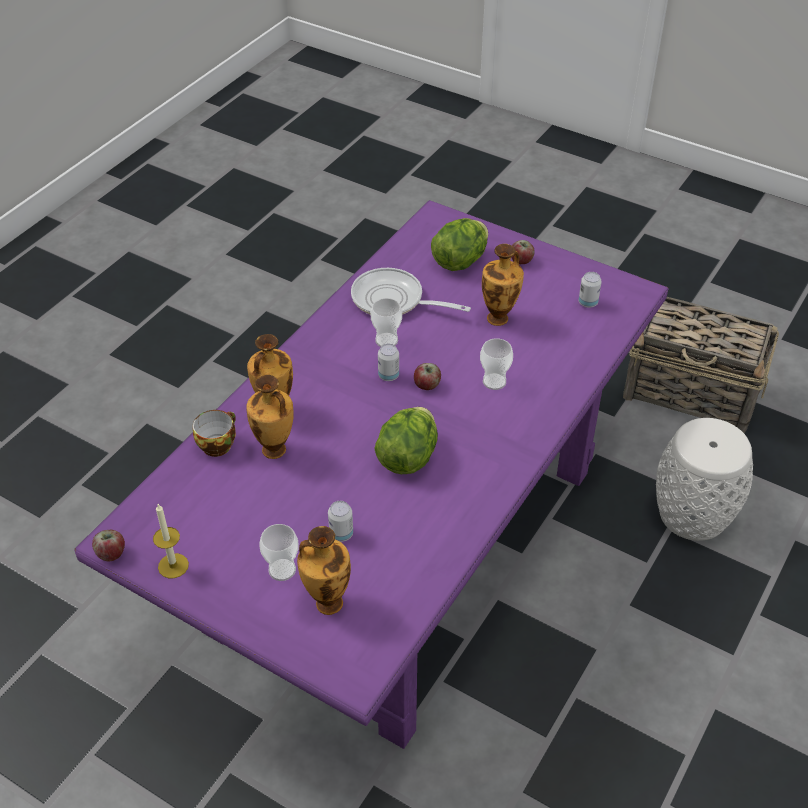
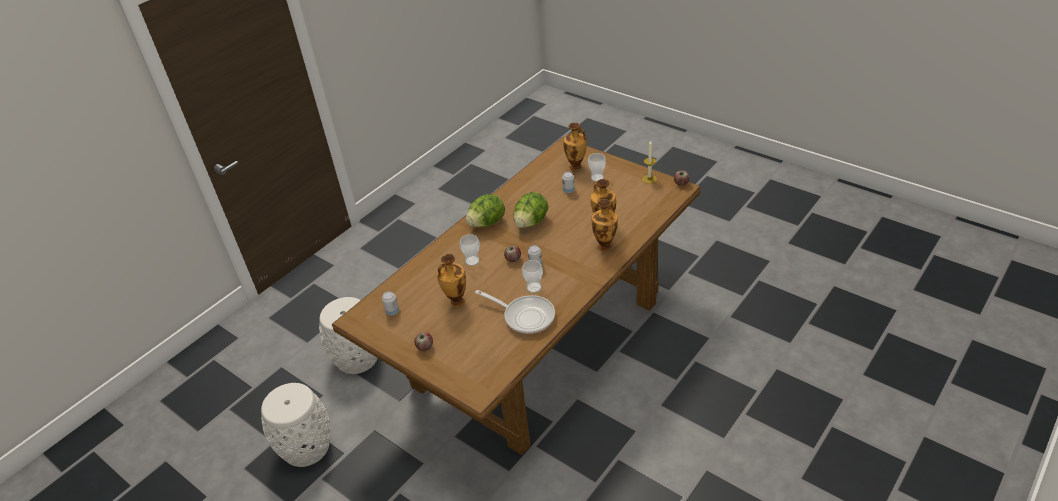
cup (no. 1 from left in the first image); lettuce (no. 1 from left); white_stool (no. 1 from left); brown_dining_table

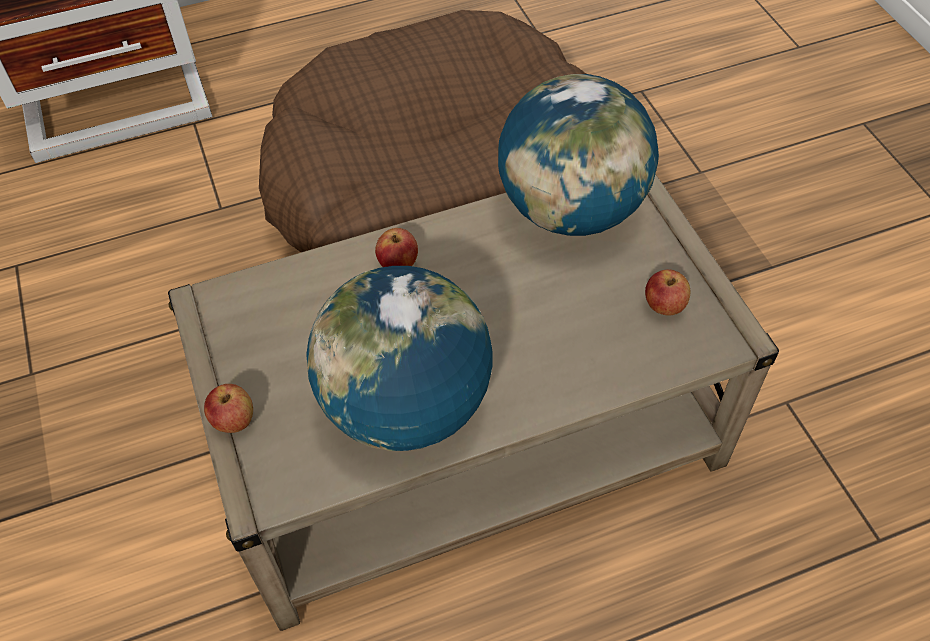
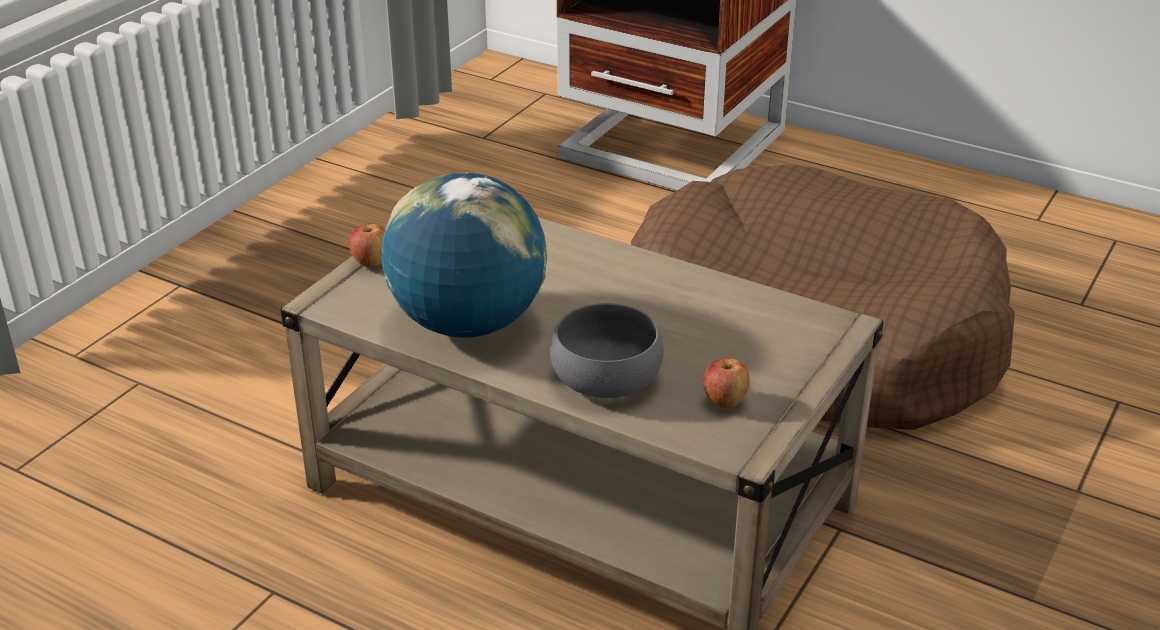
apple (no. 2 from left in the first image); globe (no. 2 from left in the first image); grey_bowl

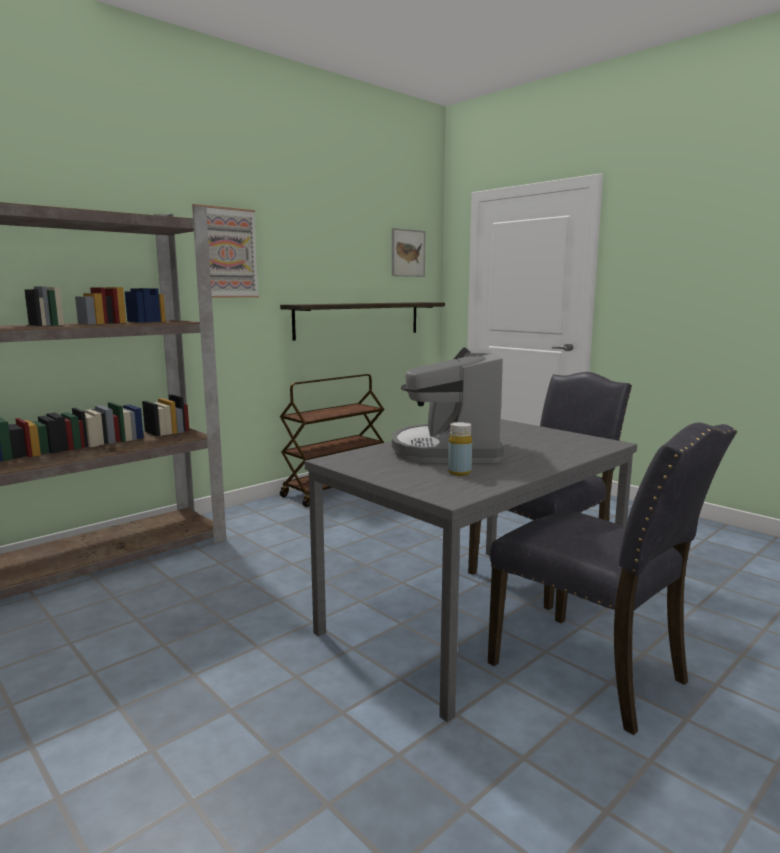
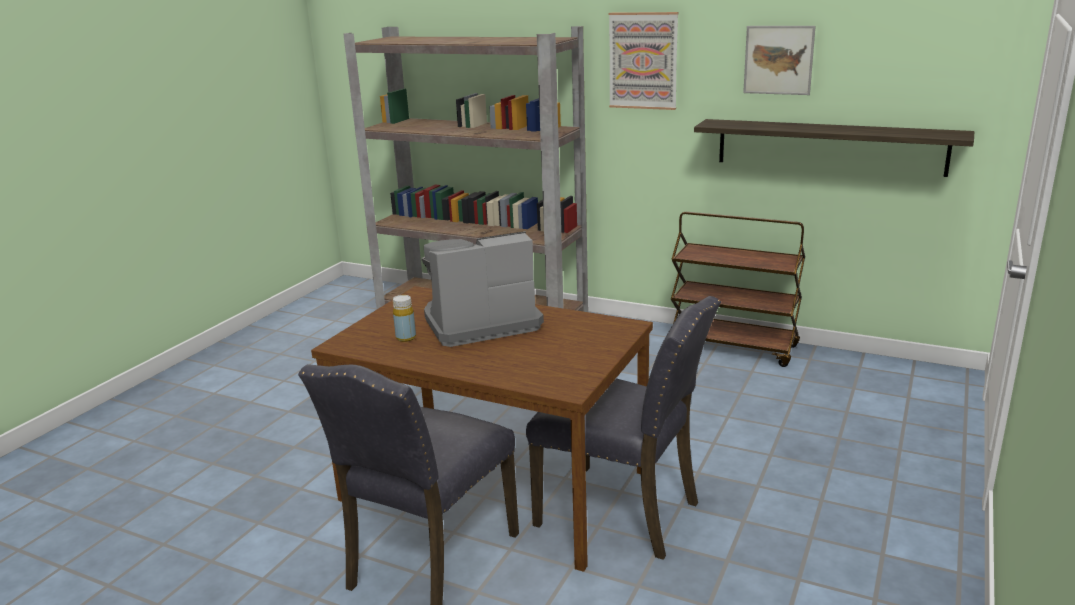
picture (no. 2 from left); brown_dining_table

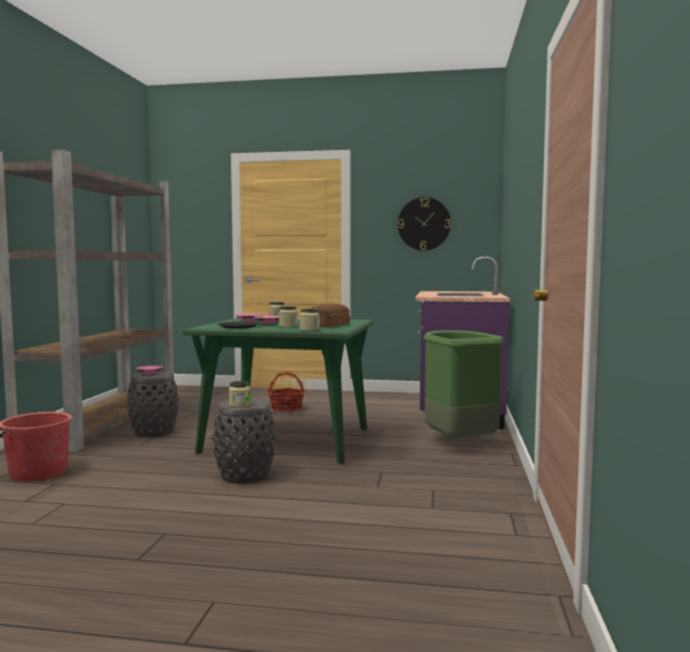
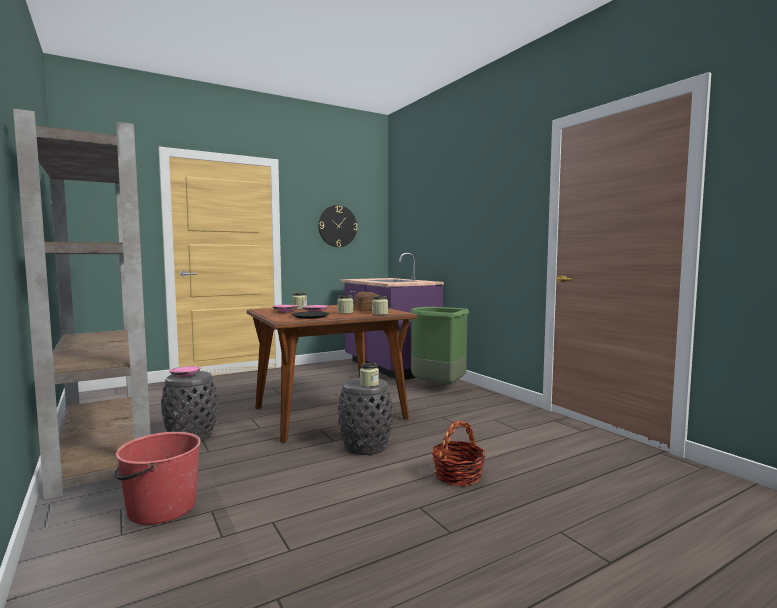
basket; brown_dining_table

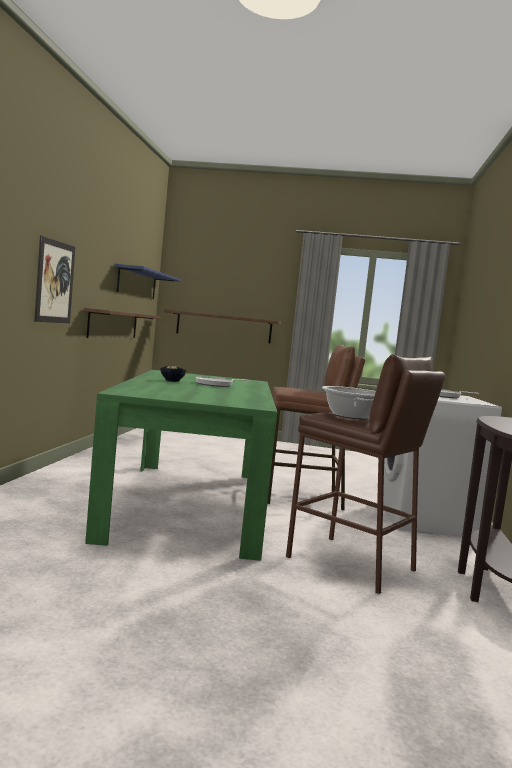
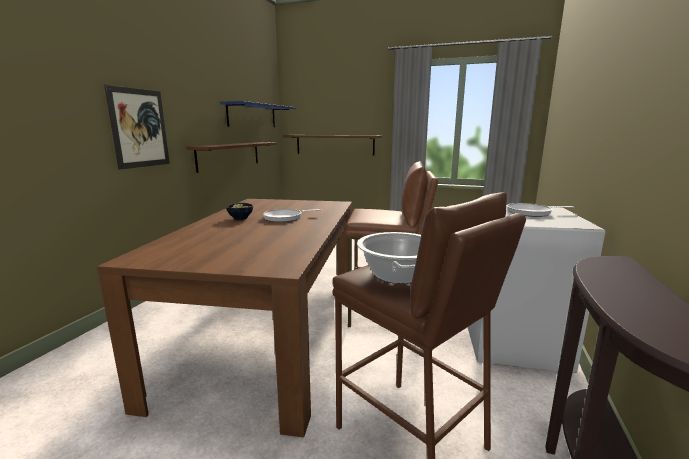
brown_dining_table

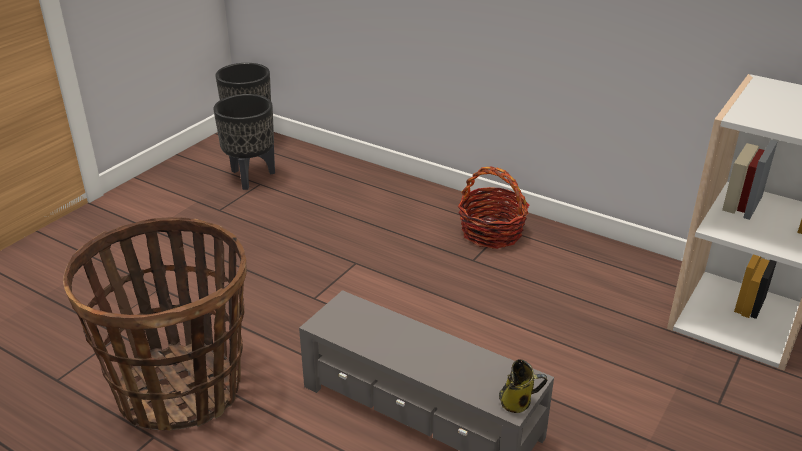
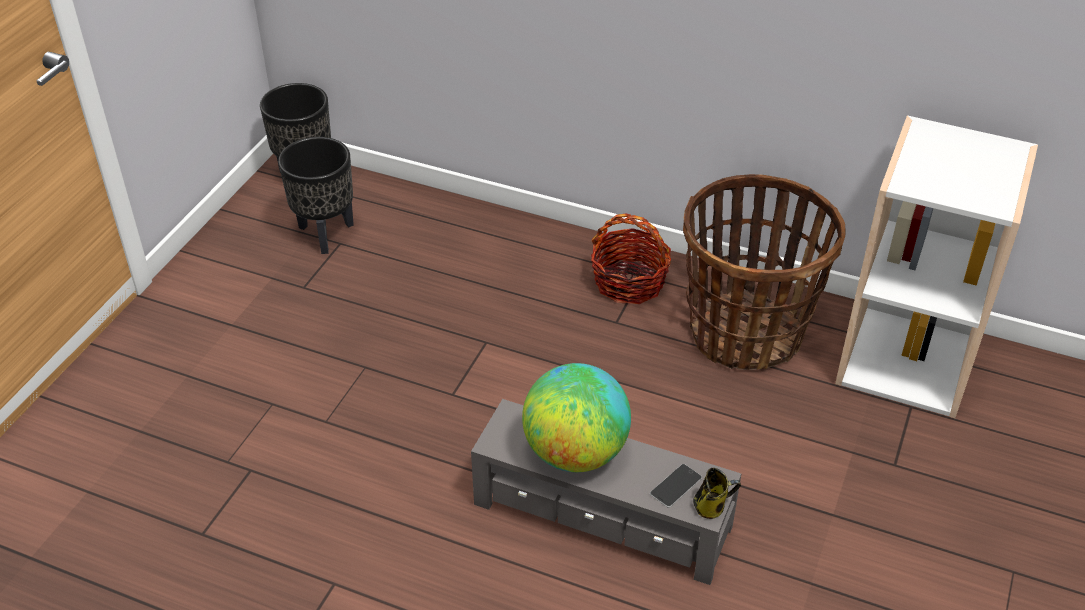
globe; phone; basket (no. 2 from left)

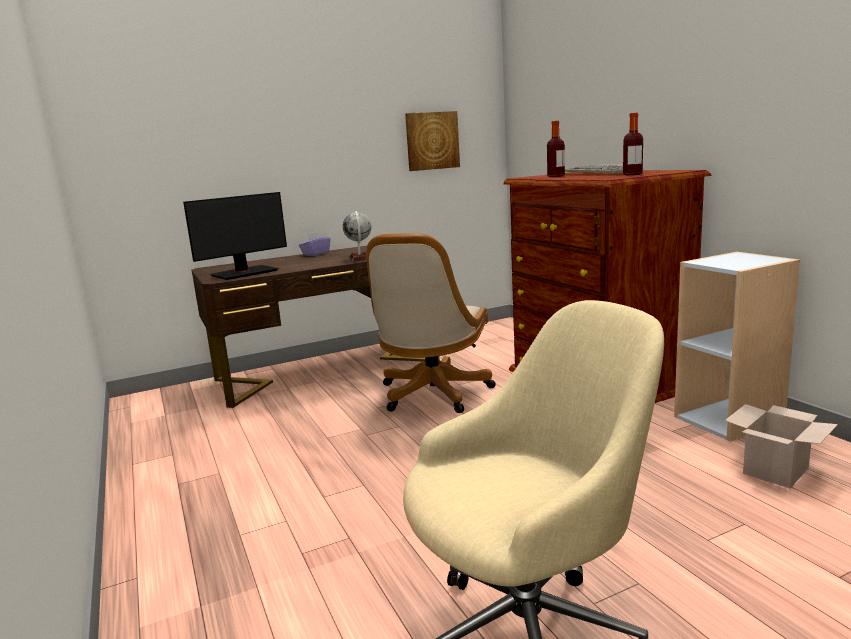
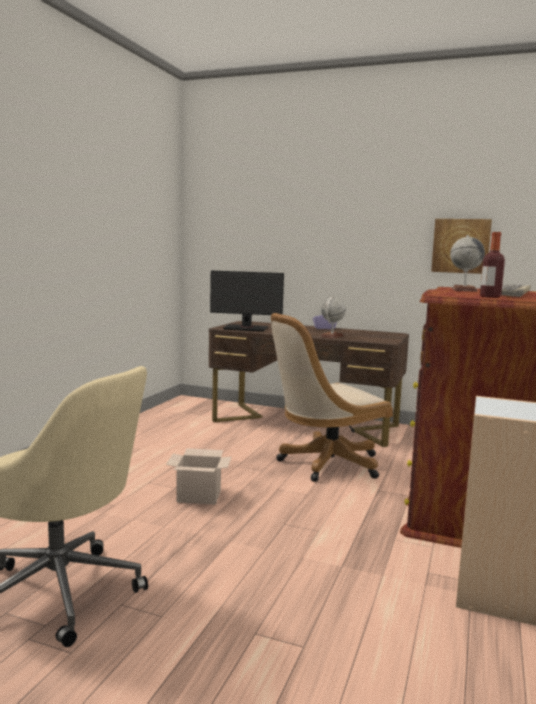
cardboard_box; globe (no. 2 from left)

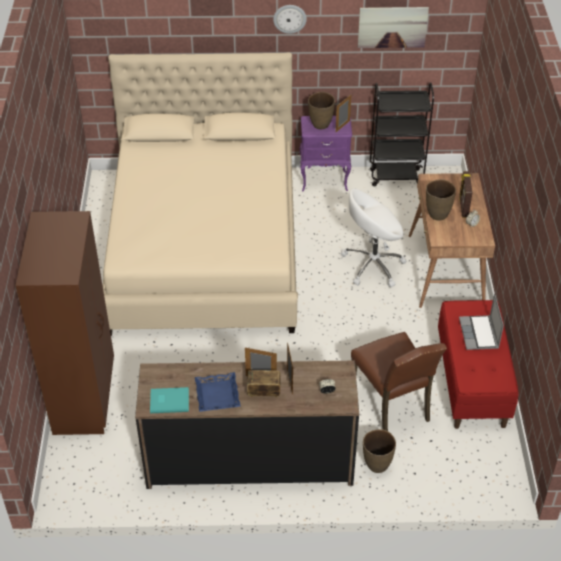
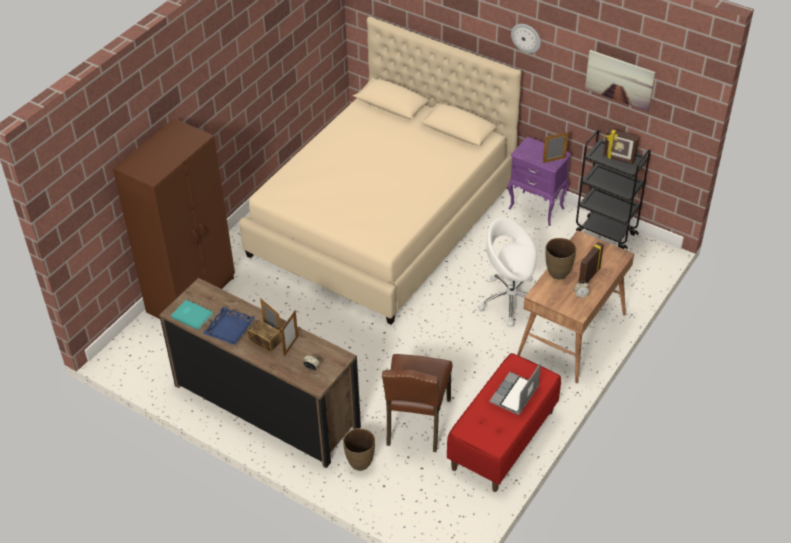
brown_vase (no. 1 from left in the first image); picture_frame (no. 5 from left)

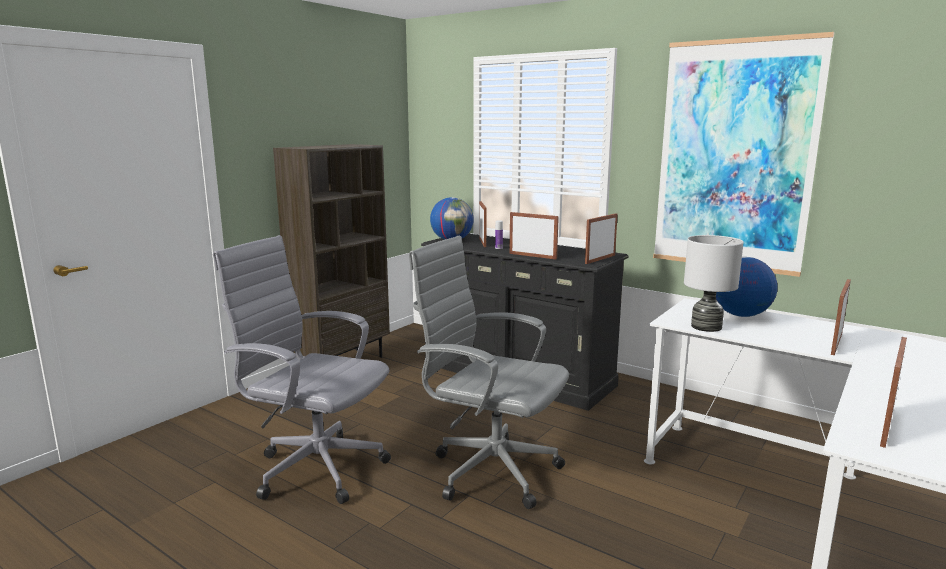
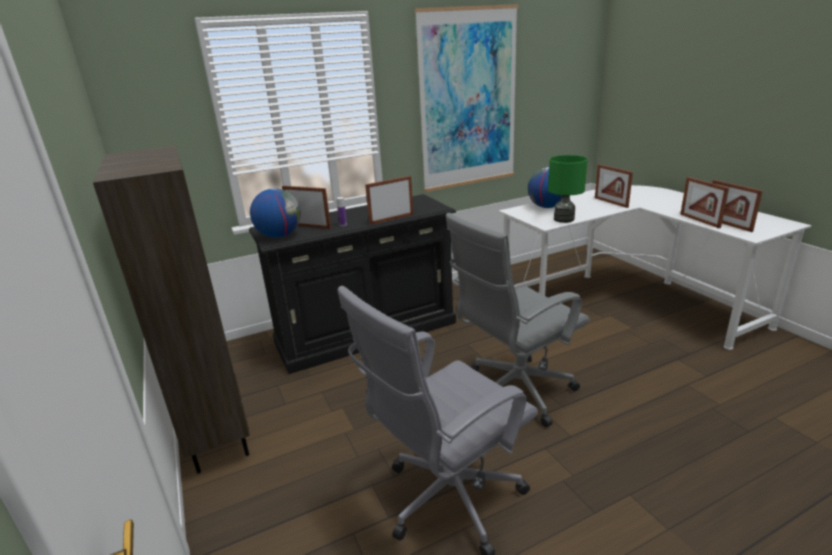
picture_frame (no. 4 from left); green_table_lamp

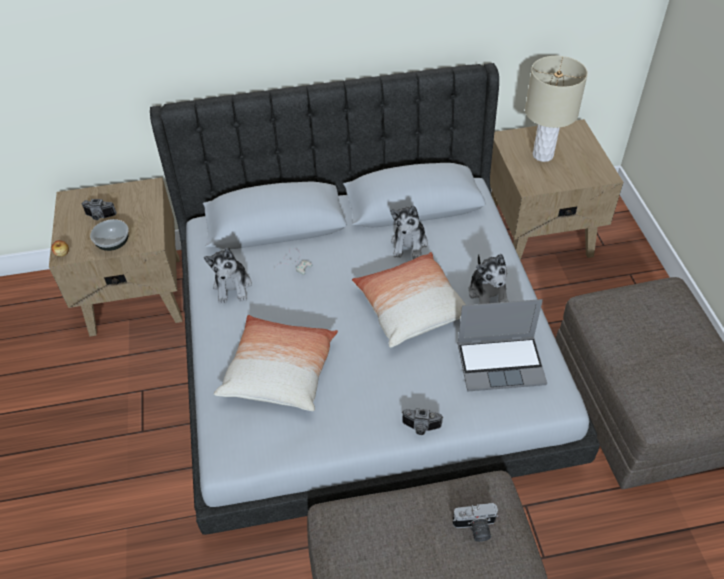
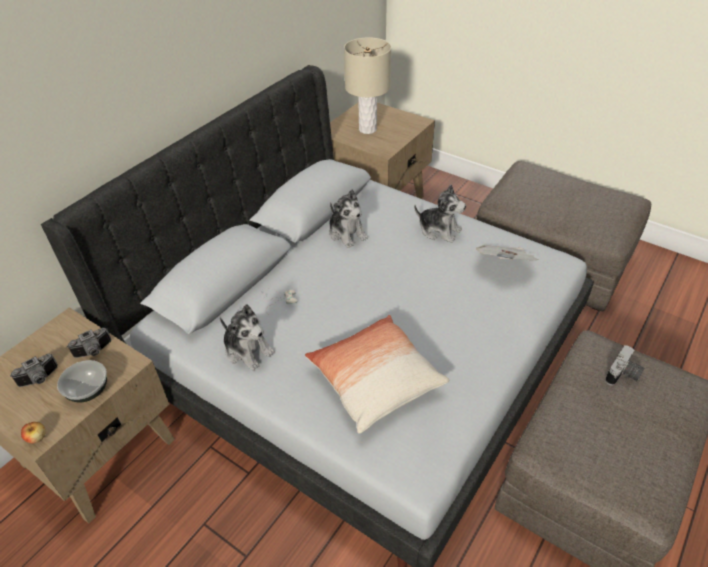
pillow (no. 2 from left in the first image); photo_camera (no. 2 from left); newspaper

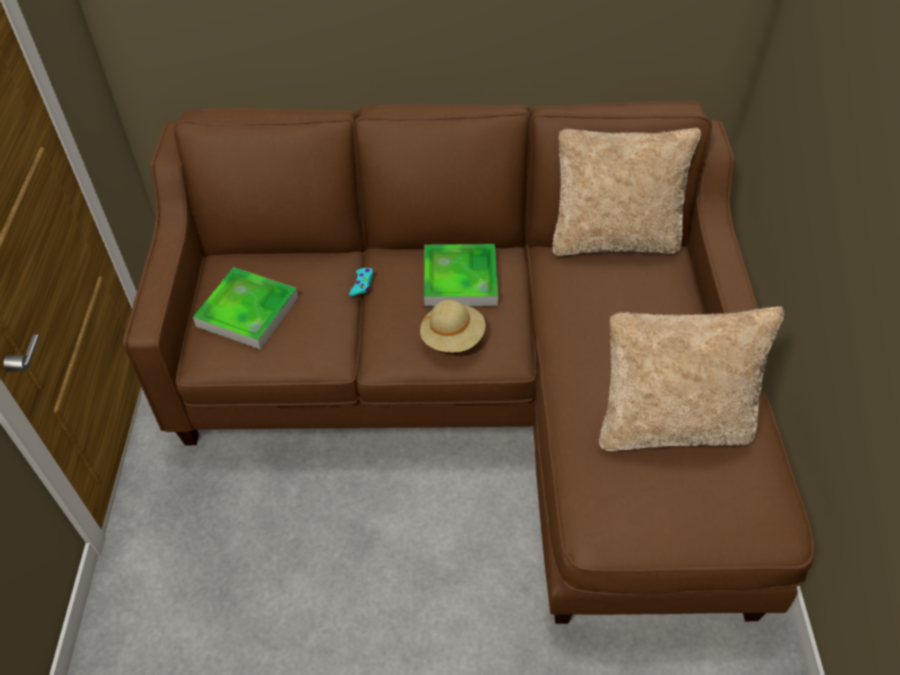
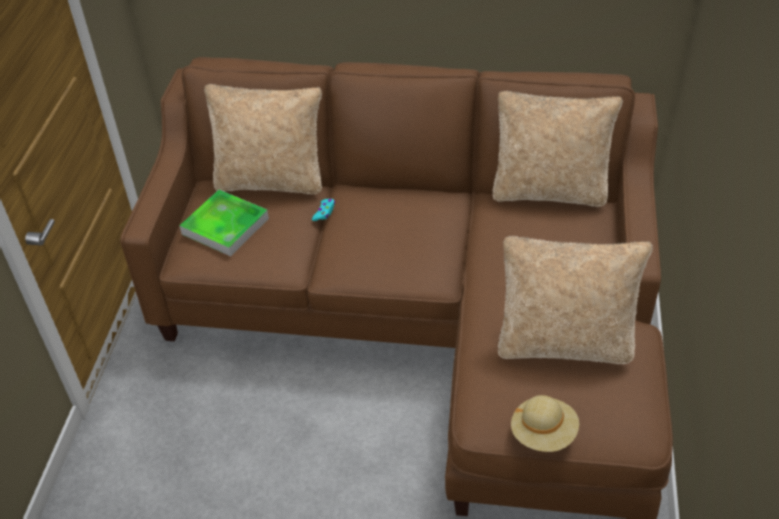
tray (no. 2 from left in the first image); beige_pillow (no. 1 from left); beige_hat

